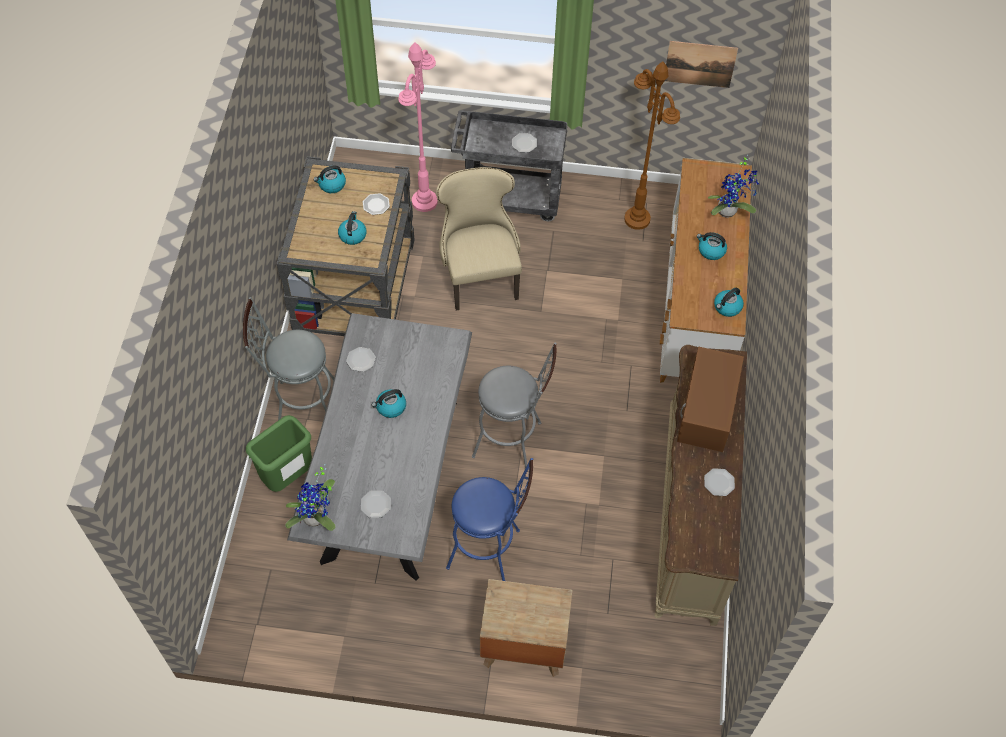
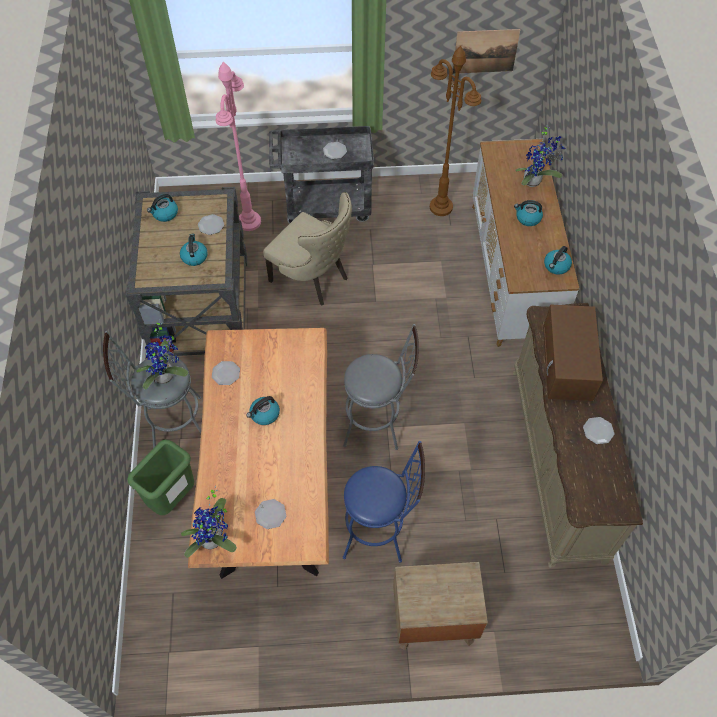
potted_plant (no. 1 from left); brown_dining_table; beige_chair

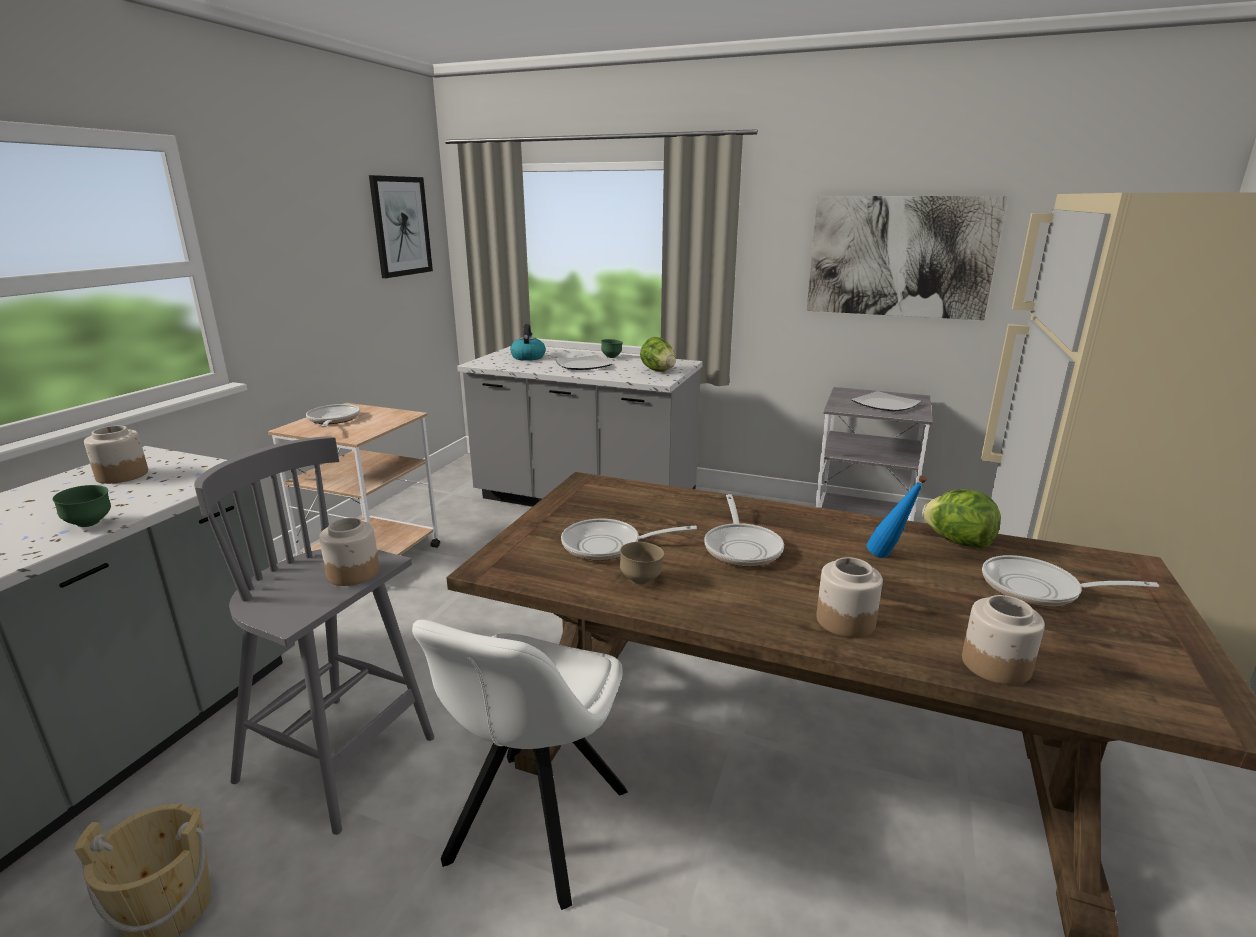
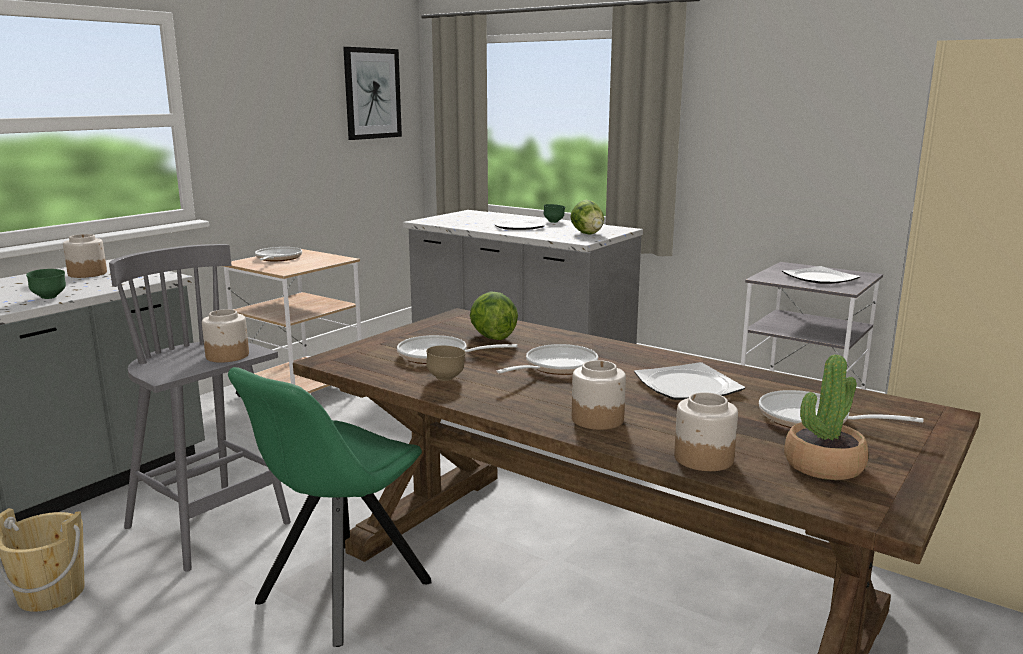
kettle; picture (no. 2 from left in the first image); potted_plant; lettuce (no. 1 from left); plate (no. 2 from left); green_chair; frying_pan (no. 3 from left)

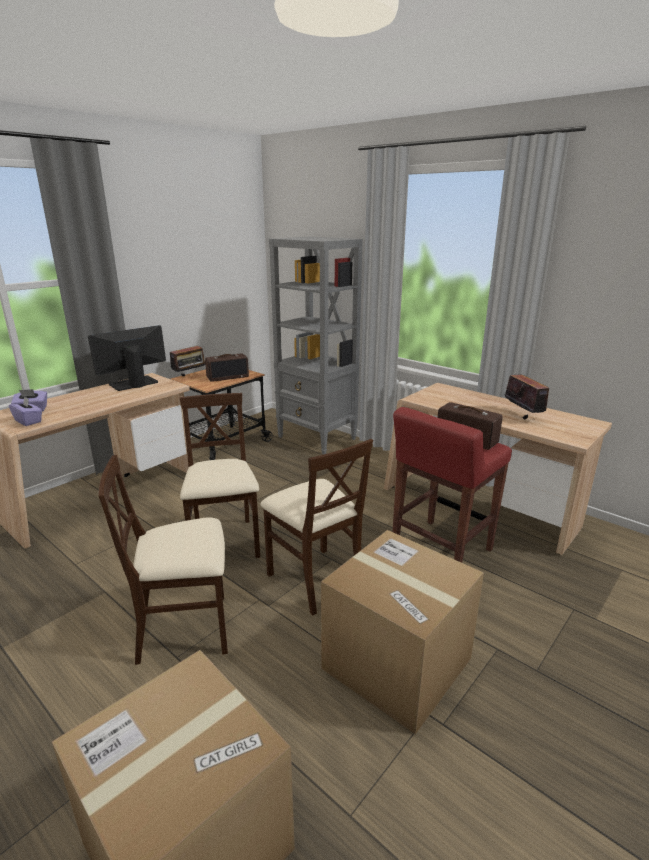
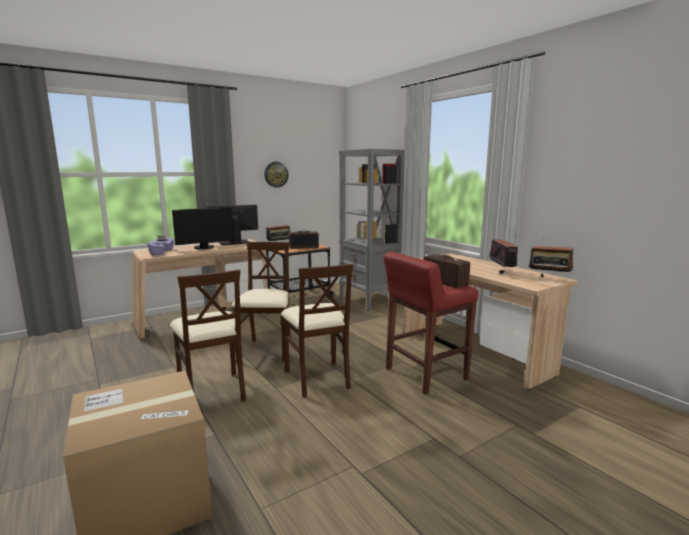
cardboard_box (no. 2 from left in the first image); monitor (no. 1 from left); wall_clock; radio (no. 5 from left); beige_chair (no. 1 from left)

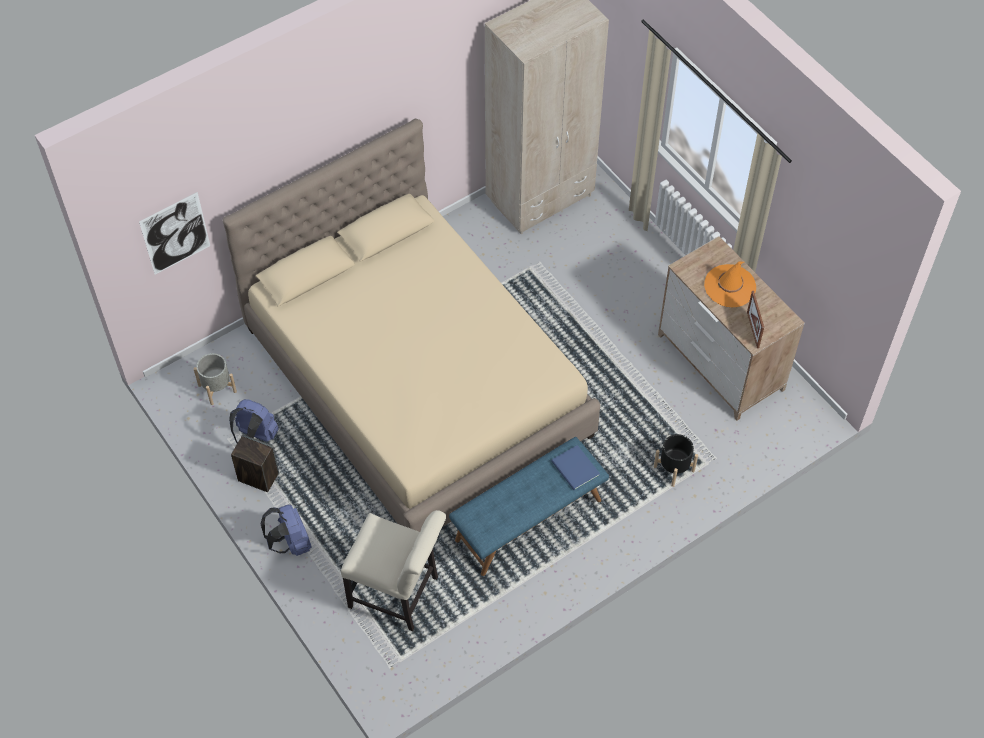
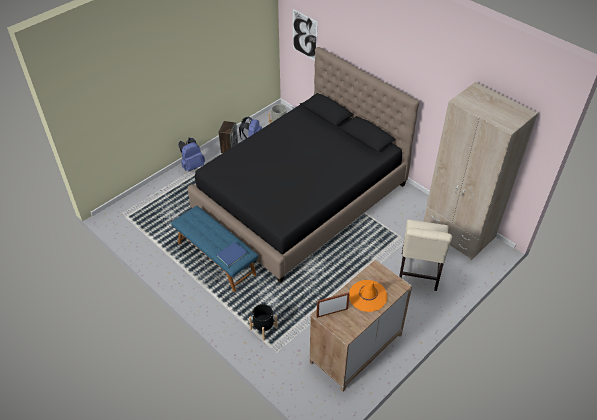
beige_chair; black_bed

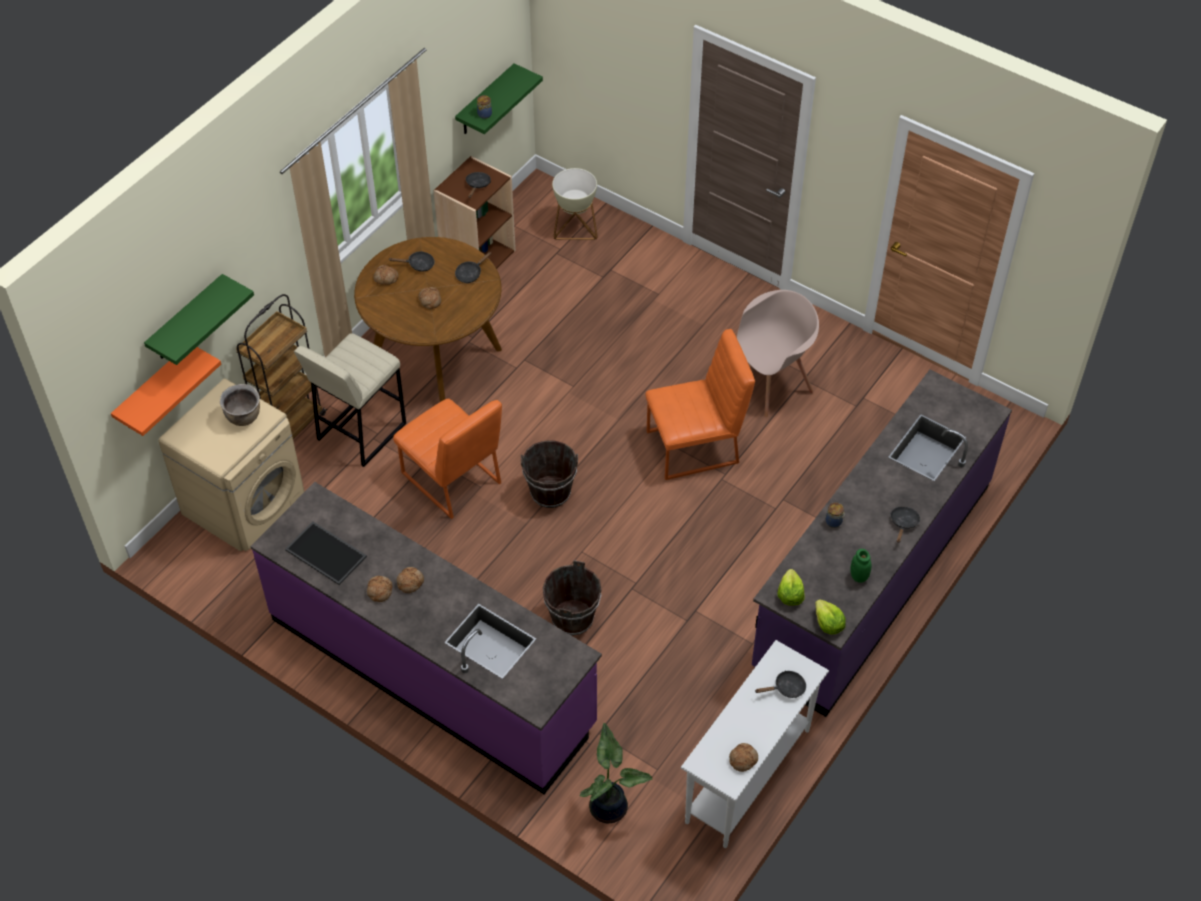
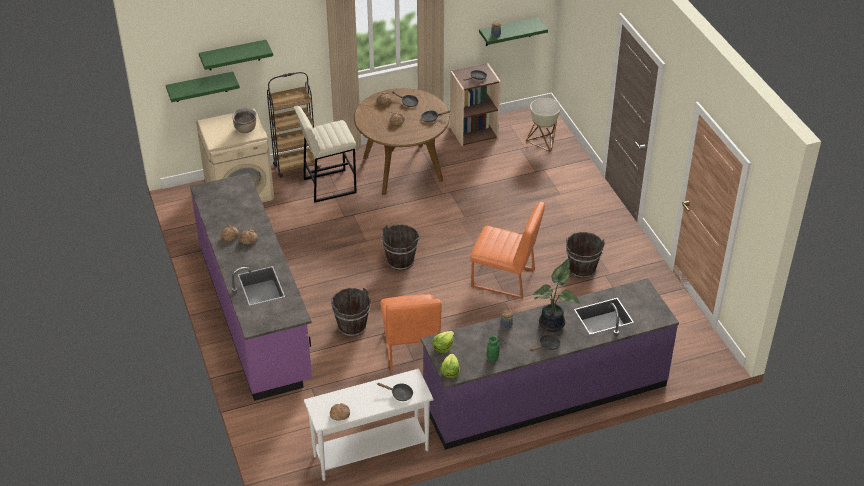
tray; orange_chair (no. 1 from left); potted_plant; brown_bucket (no. 3 from left); green_shelf (no. 1 from left)

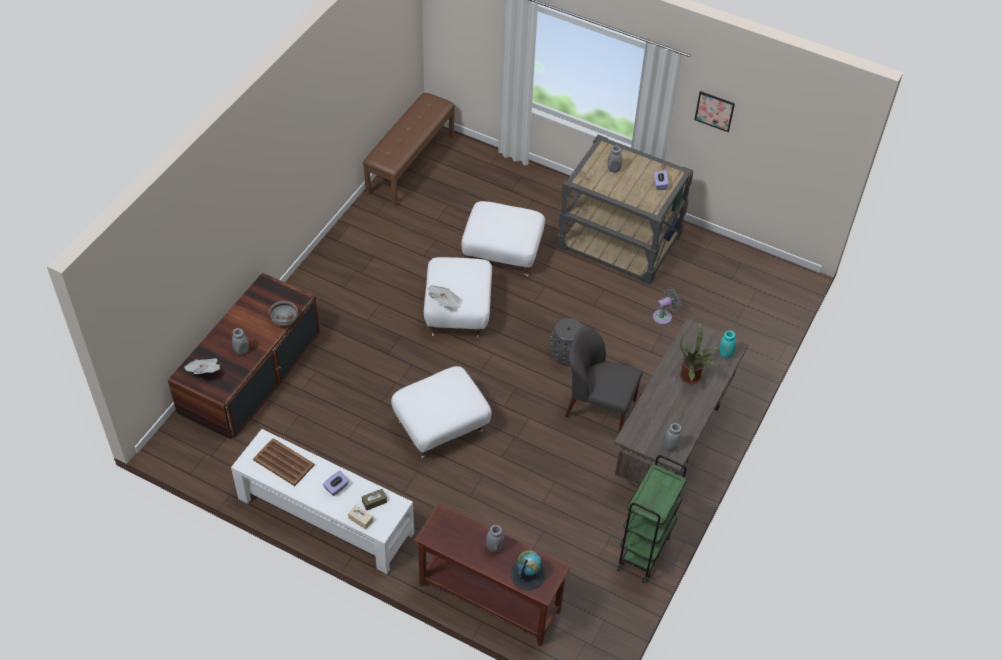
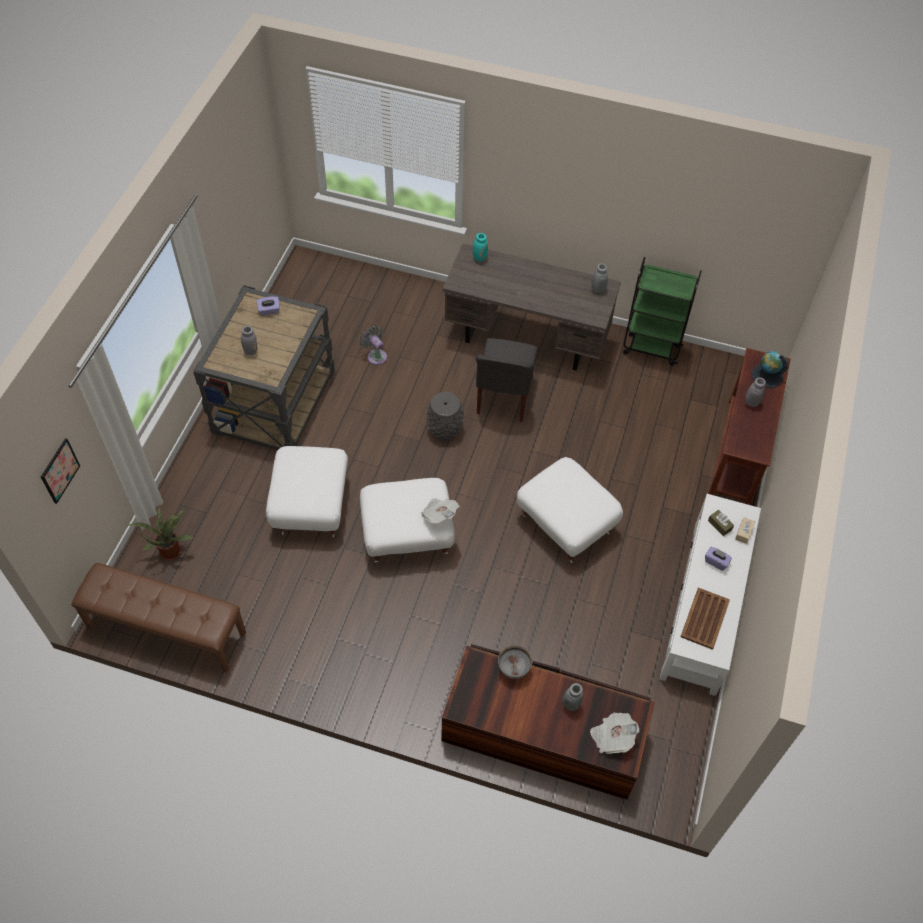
potted_plant; picture

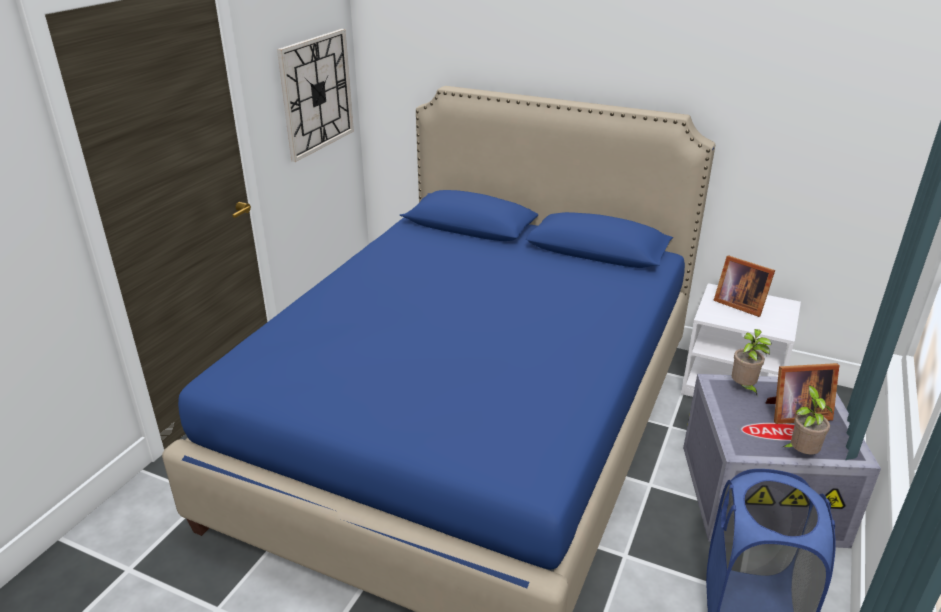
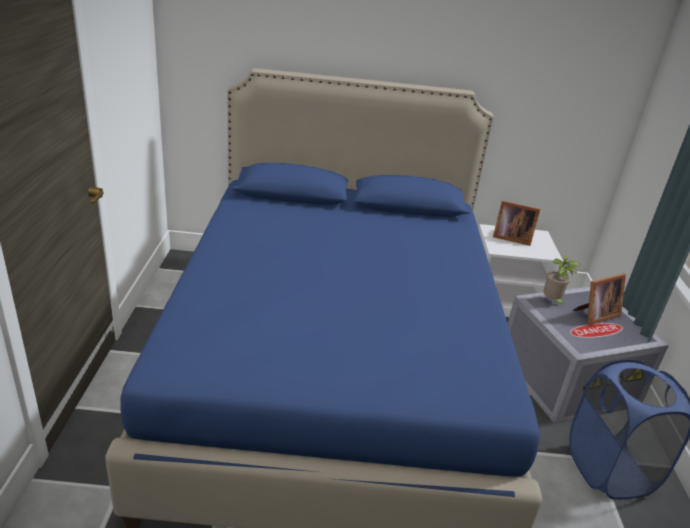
wall_clock; potted_plant (no. 2 from left in the first image)

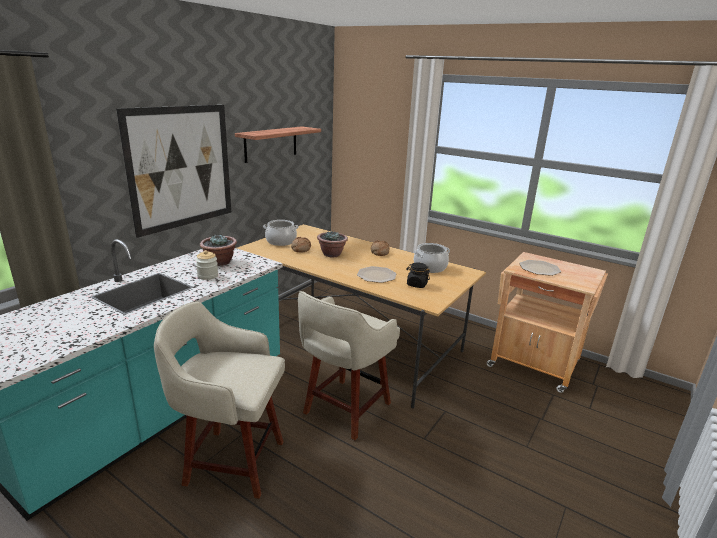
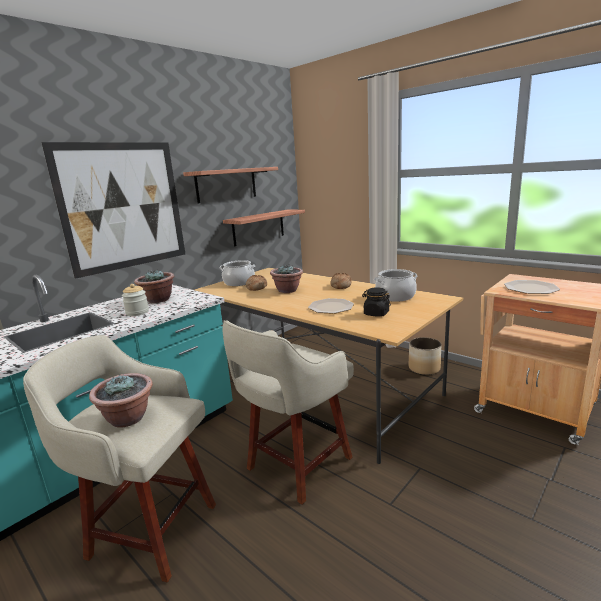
potted_plant (no. 1 from left); shelf (no. 2 from left); planter

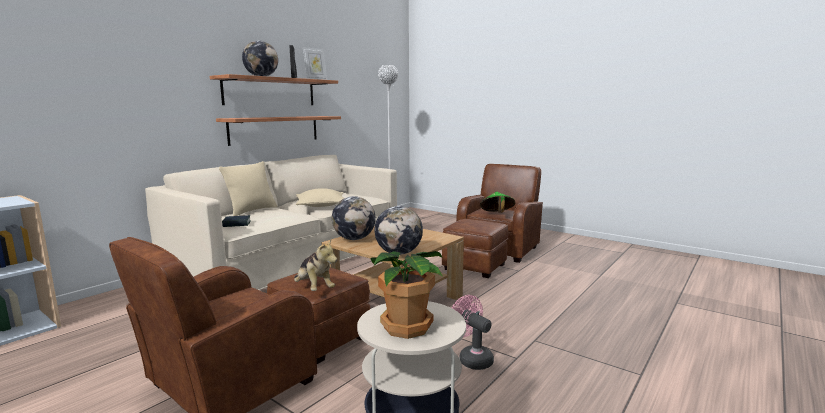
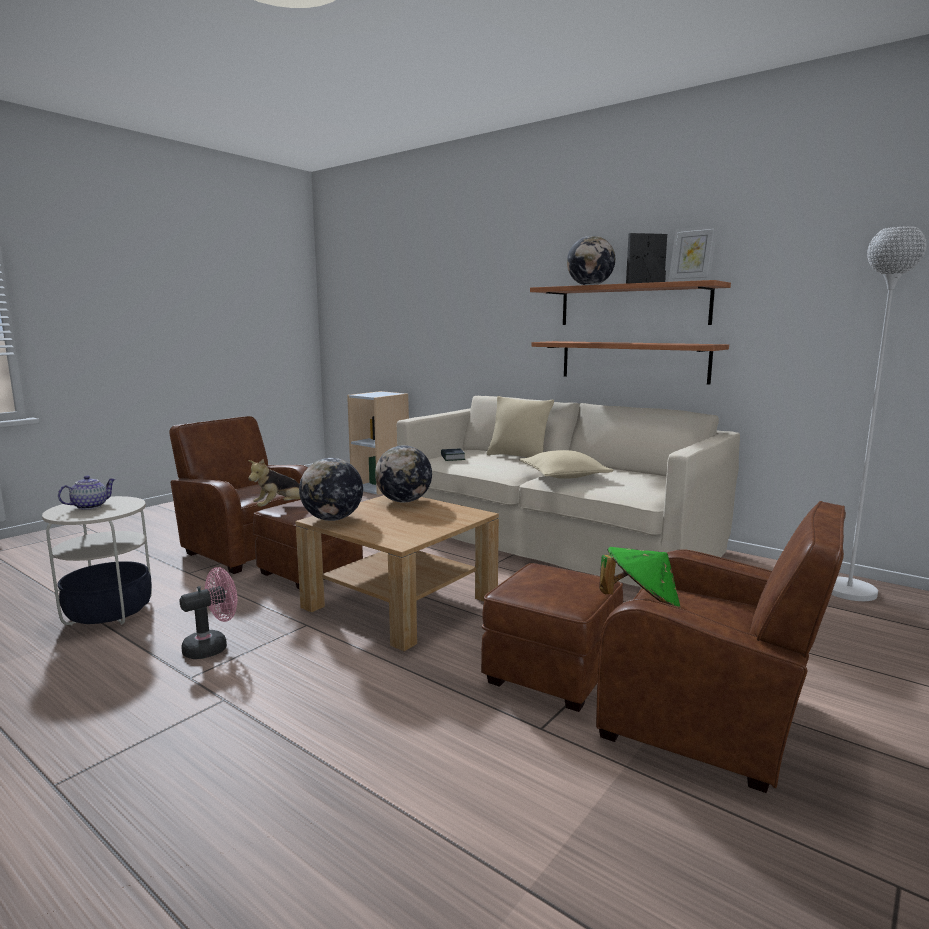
teapot

